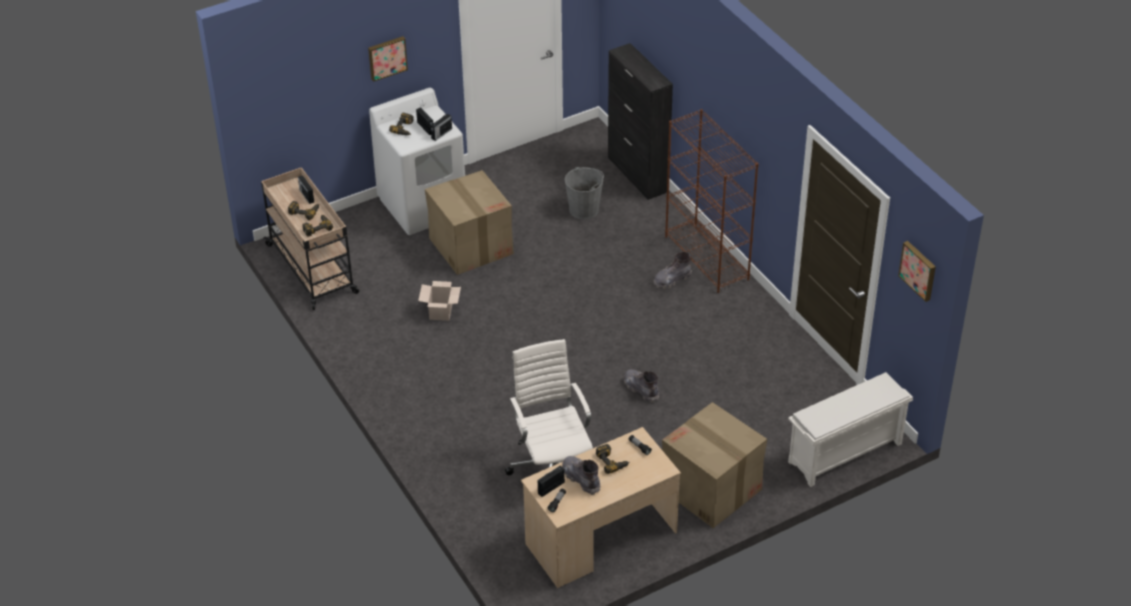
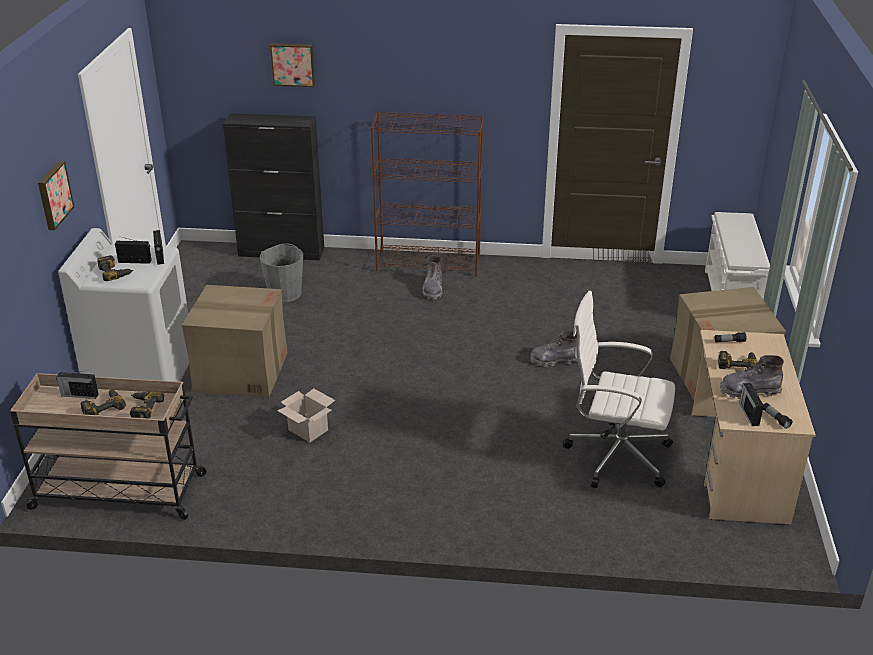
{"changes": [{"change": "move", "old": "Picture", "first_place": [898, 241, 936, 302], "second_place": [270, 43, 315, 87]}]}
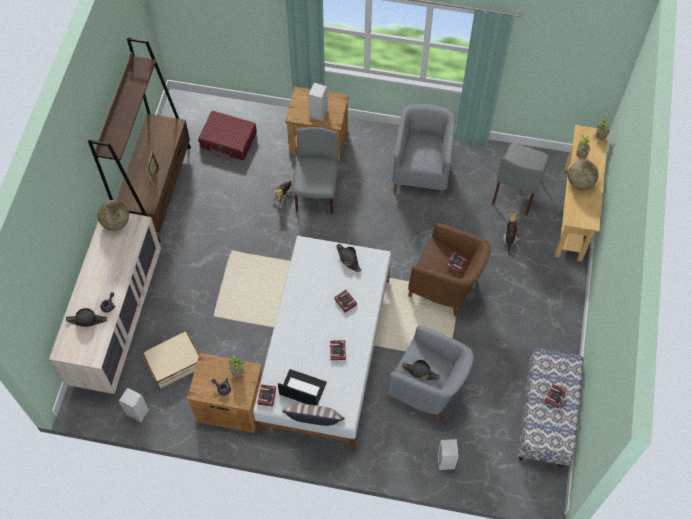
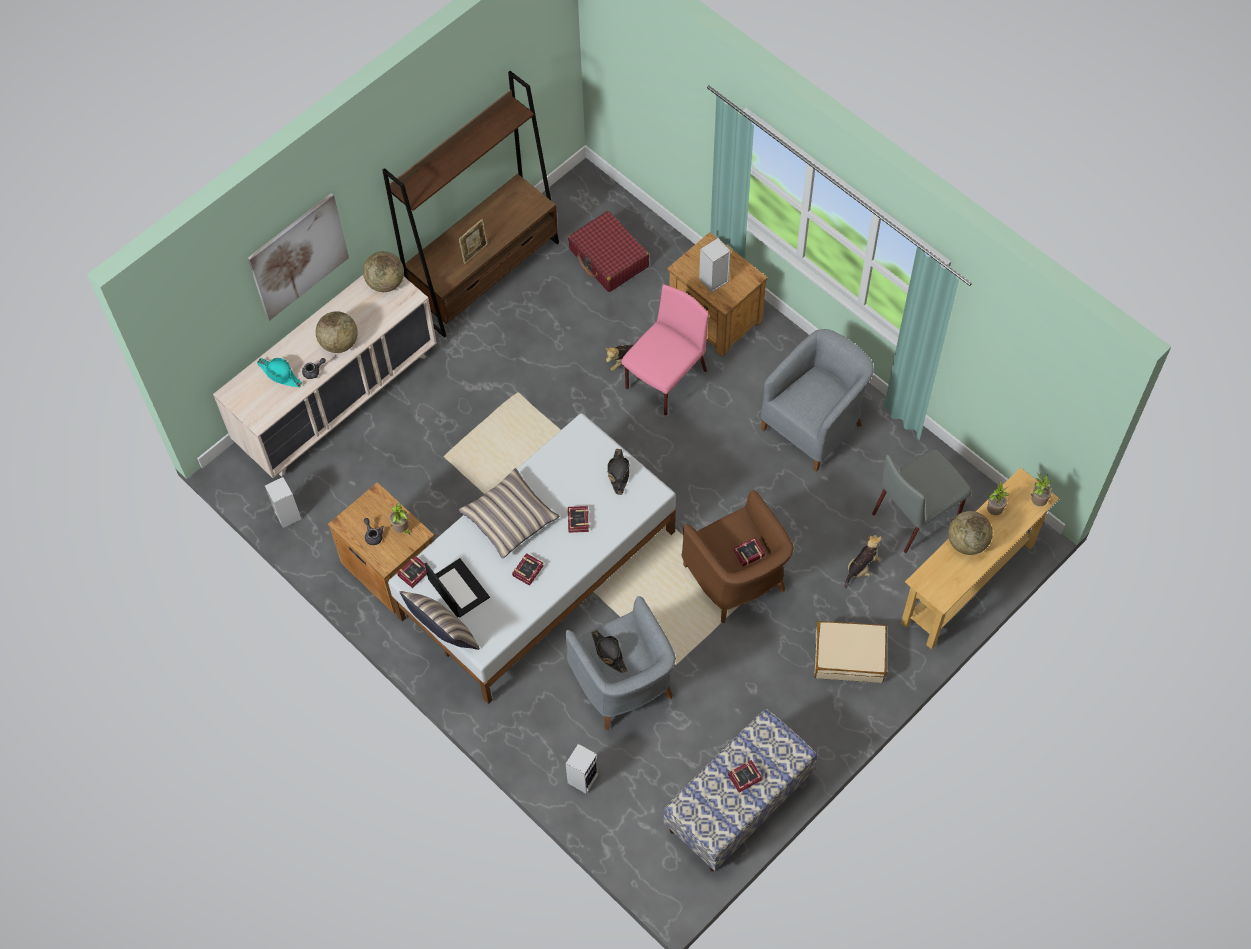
{"changes": [{"change": "recolor", "old": "BlackWearableHat", "new": "TurquoiseWearableHat", "first_place": [66, 308, 107, 327], "second_place": [257, 358, 302, 387]}, {"change": "move", "old": "BeigeTravelCase", "first_place": [142, 331, 199, 389], "second_place": [815, 621, 887, 683]}, {"change": "recolor", "old": "GrayUprightChair", "new": "PinkUprightChair", "first_place": [292, 127, 338, 215], "second_place": [621, 285, 709, 416]}, {"change": "insert", "new": "Picture", "second_place": [248, 193, 349, 321]}, {"change": "insert", "new": "Globe", "second_place": [316, 311, 358, 353]}, {"change": "insert", "new": "Cushion", "second_place": [459, 468, 560, 559]}]}
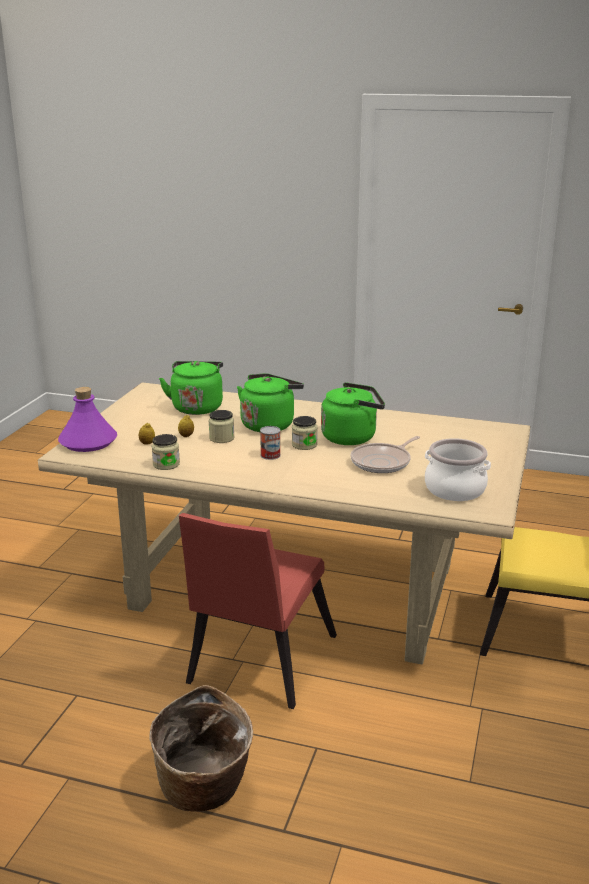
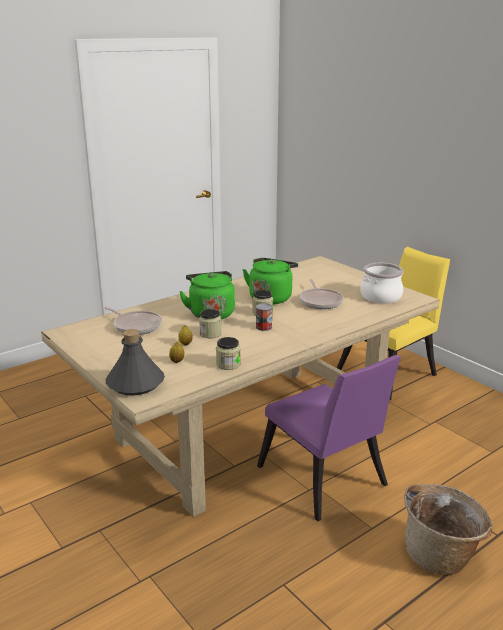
{"changes": [{"change": "recolor", "old": "PurpleBeverageBottle", "new": "GrayBeverageBottle", "first_place": [58, 387, 117, 452], "second_place": [106, 329, 165, 395]}, {"change": "replace", "old": "GreenColouredTeaKettle", "new": "FryingPan", "first_place": [159, 361, 223, 415], "second_place": [104, 307, 162, 335]}, {"change": "recolor", "old": "ReddishUprightChair", "new": "PurpleUprightChair", "first_place": [179, 513, 337, 709], "second_place": [257, 355, 401, 521]}]}
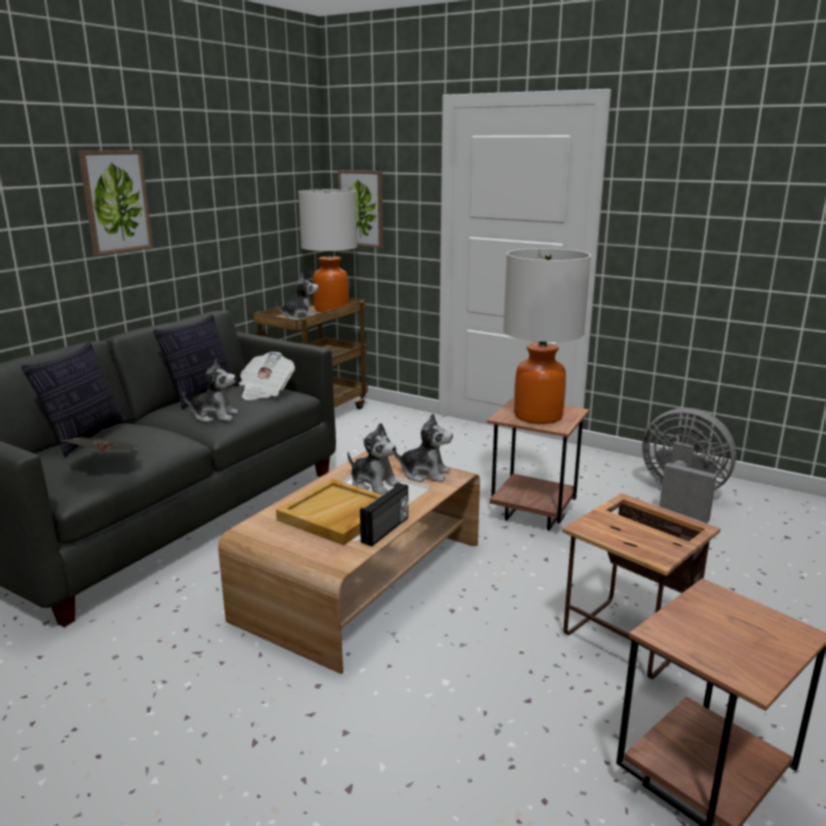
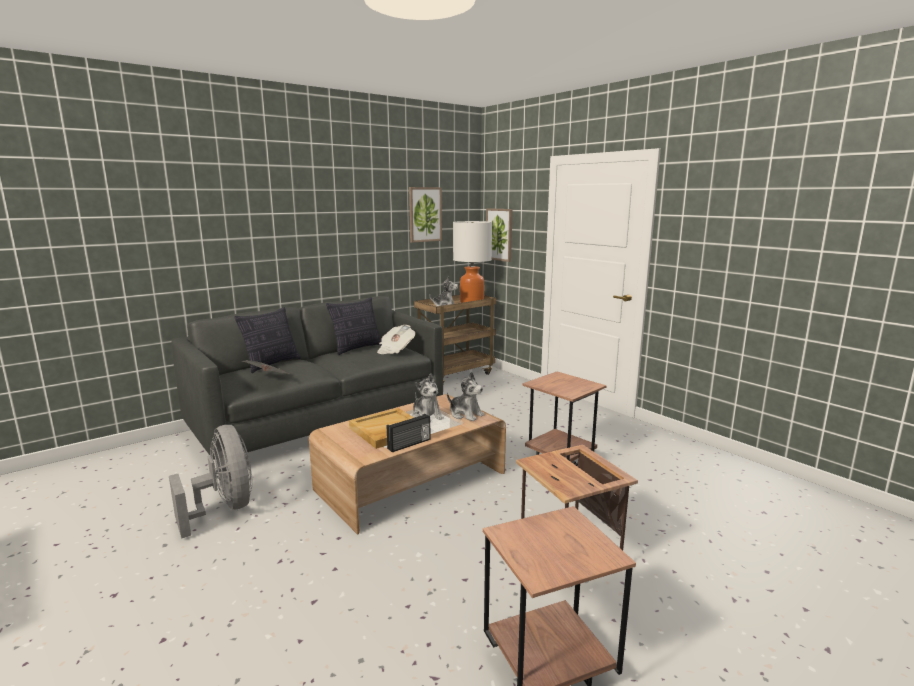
{"changes": [{"change": "move", "old": "Picture", "first_place": [78, 150, 153, 256], "second_place": [409, 187, 442, 243]}, {"change": "delete", "old": "SoftToy", "first_place": [183, 358, 239, 422]}, {"change": "delete", "old": "LampForATable", "first_place": [503, 248, 591, 424]}, {"change": "move", "old": "GrayElectricFan", "first_place": [642, 408, 736, 523], "second_place": [169, 425, 253, 539]}]}
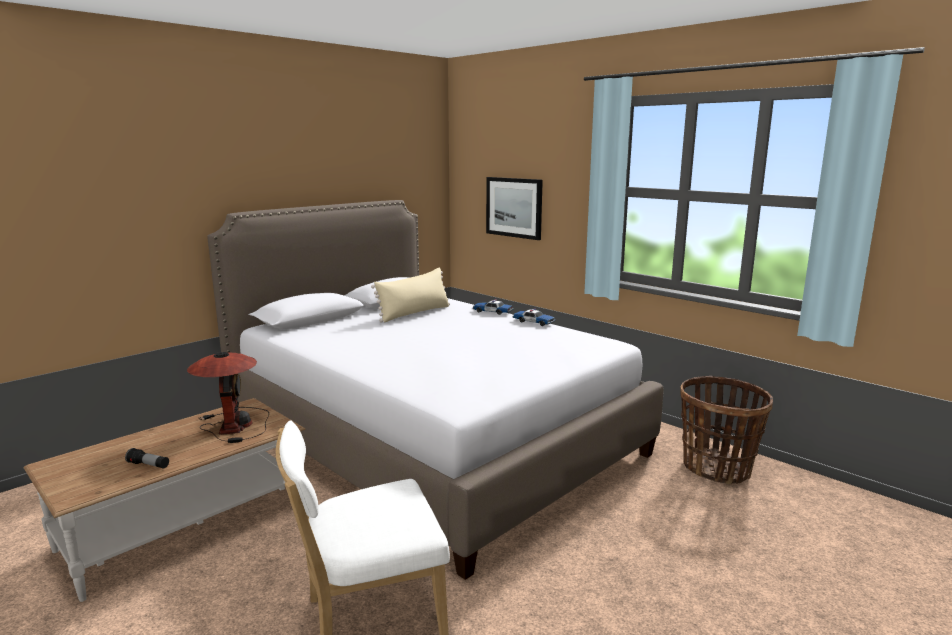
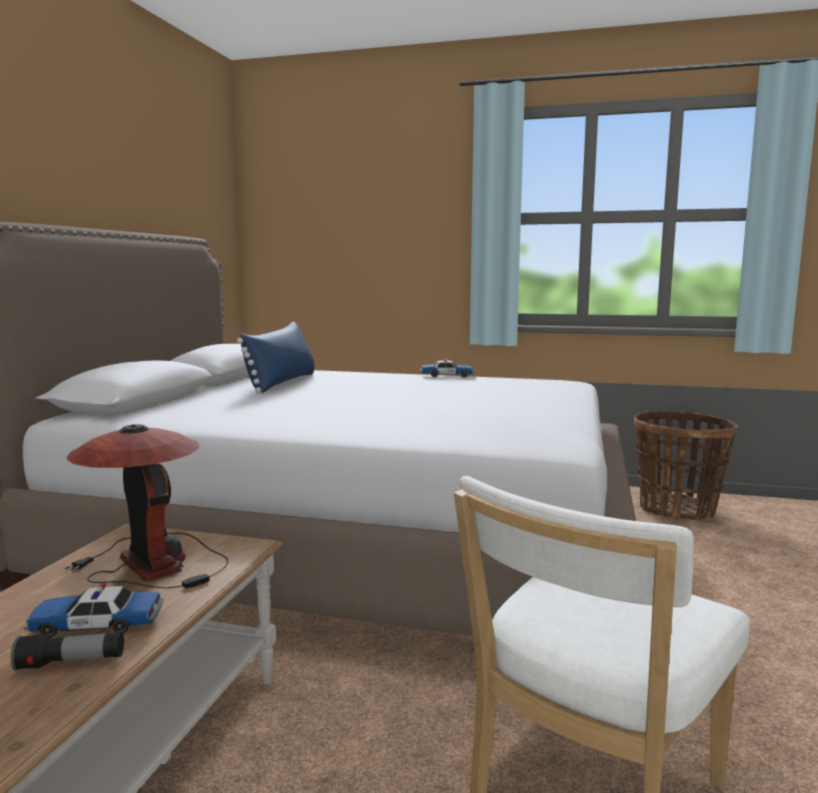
{"changes": [{"change": "recolor", "old": "BeigeCushion", "new": "BlueCushion", "first_place": [371, 268, 450, 323], "second_place": [237, 321, 314, 393]}, {"change": "move", "old": "MiniatureCar", "first_place": [472, 299, 514, 315], "second_place": [24, 583, 164, 638]}, {"change": "delete", "old": "Picture", "first_place": [486, 177, 543, 240]}]}
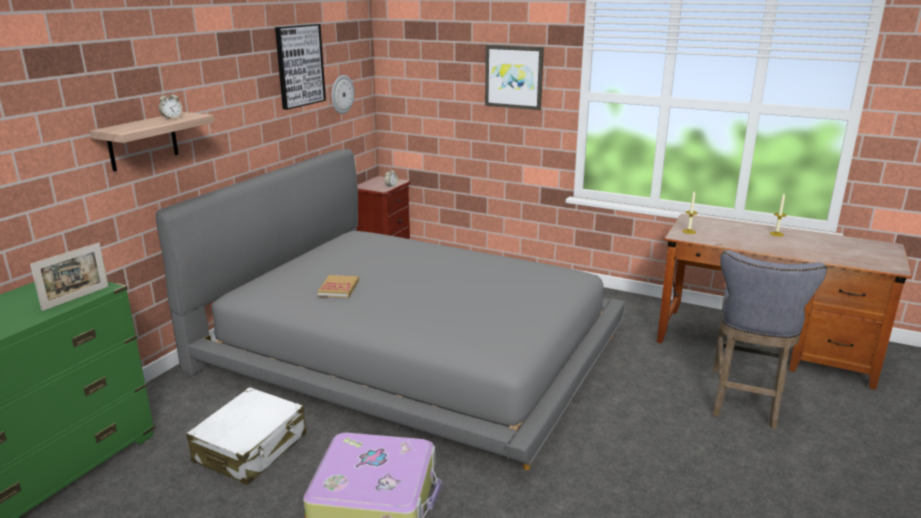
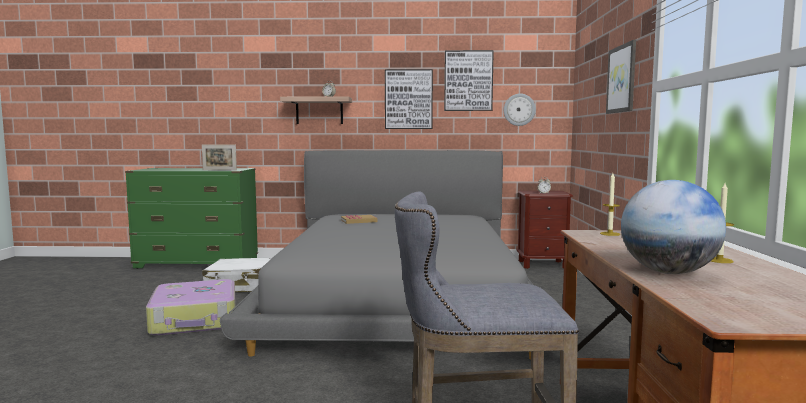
{"changes": [{"change": "insert", "new": "Picture", "second_place": [385, 69, 433, 129]}, {"change": "insert", "new": "Globe", "second_place": [621, 180, 726, 274]}]}
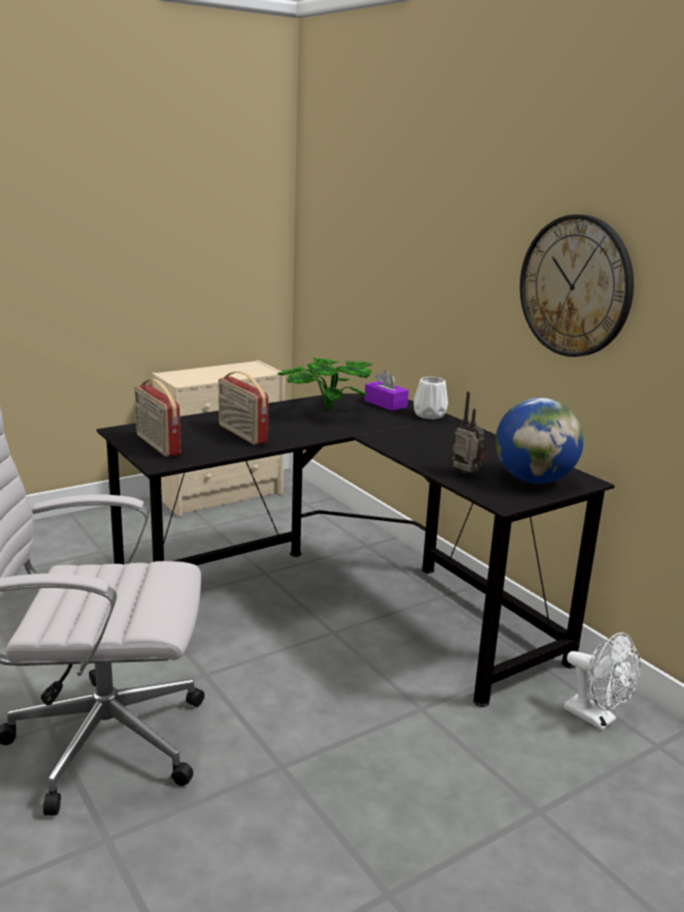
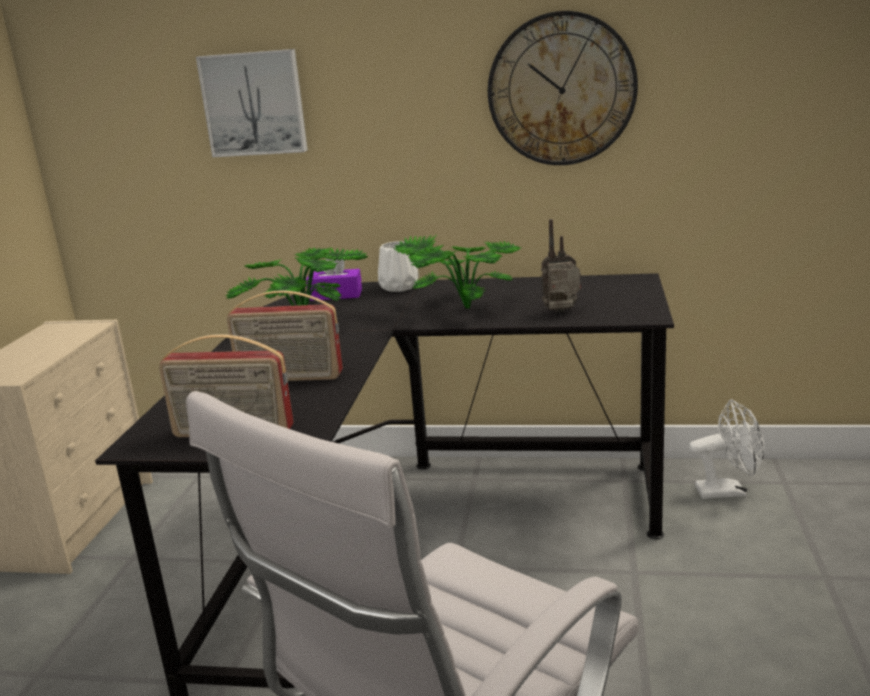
{"changes": [{"change": "delete", "old": "Globe", "first_place": [495, 398, 584, 484]}, {"change": "insert", "new": "Picture", "second_place": [196, 49, 308, 157]}, {"change": "insert", "new": "PlantInAPot", "second_place": [393, 235, 521, 308]}]}
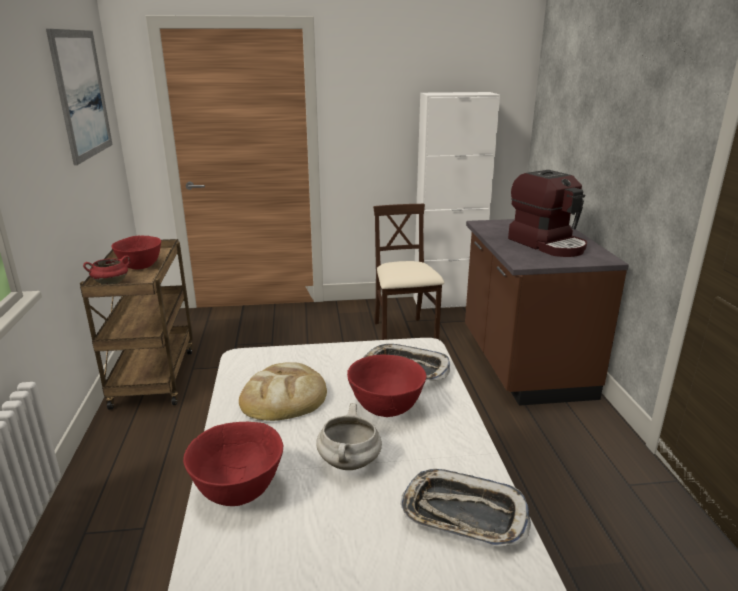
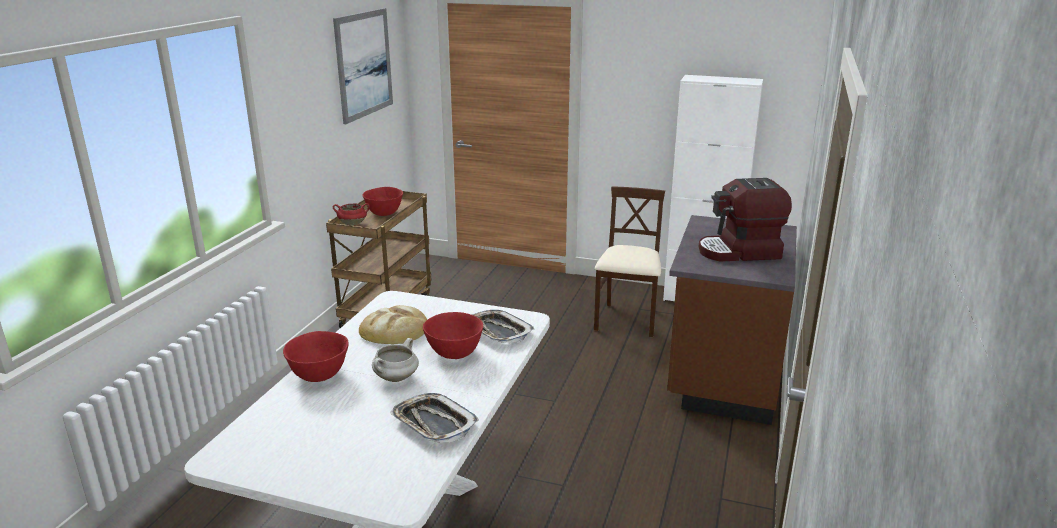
{"changes": [{"change": "rotate", "old": "CoffeeMachine", "first_place": [508, 170, 587, 257], "second_place": [699, 178, 792, 262], "degrees": 90}]}
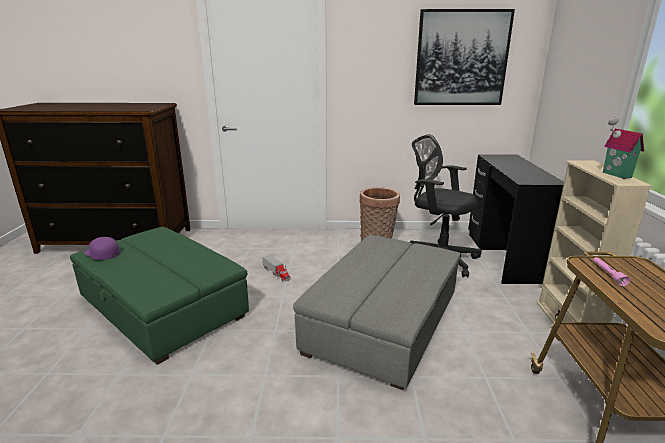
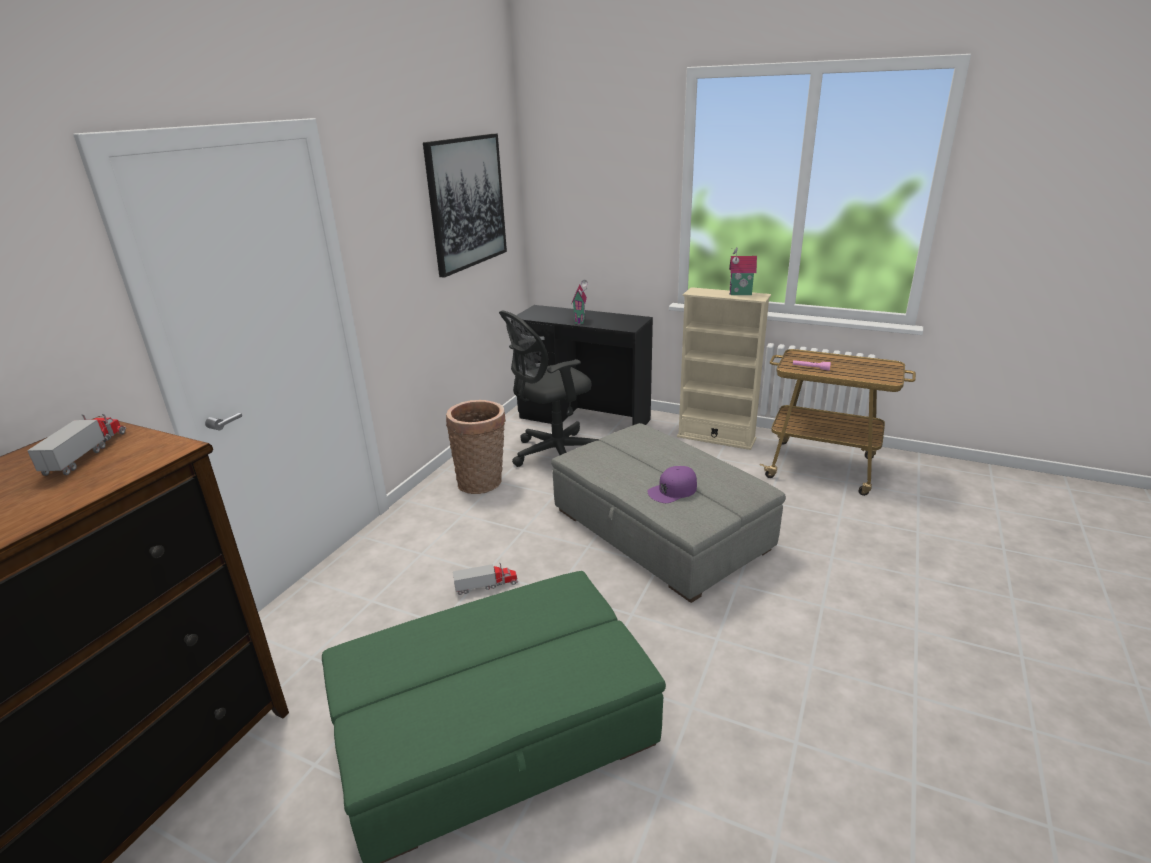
{"changes": [{"change": "move", "old": "PurpleCap", "first_place": [84, 237, 120, 260], "second_place": [648, 466, 697, 503]}, {"change": "insert", "new": "ToyTruck", "second_place": [27, 414, 126, 476]}, {"change": "insert", "new": "ModelHouse", "second_place": [572, 280, 588, 324]}]}
